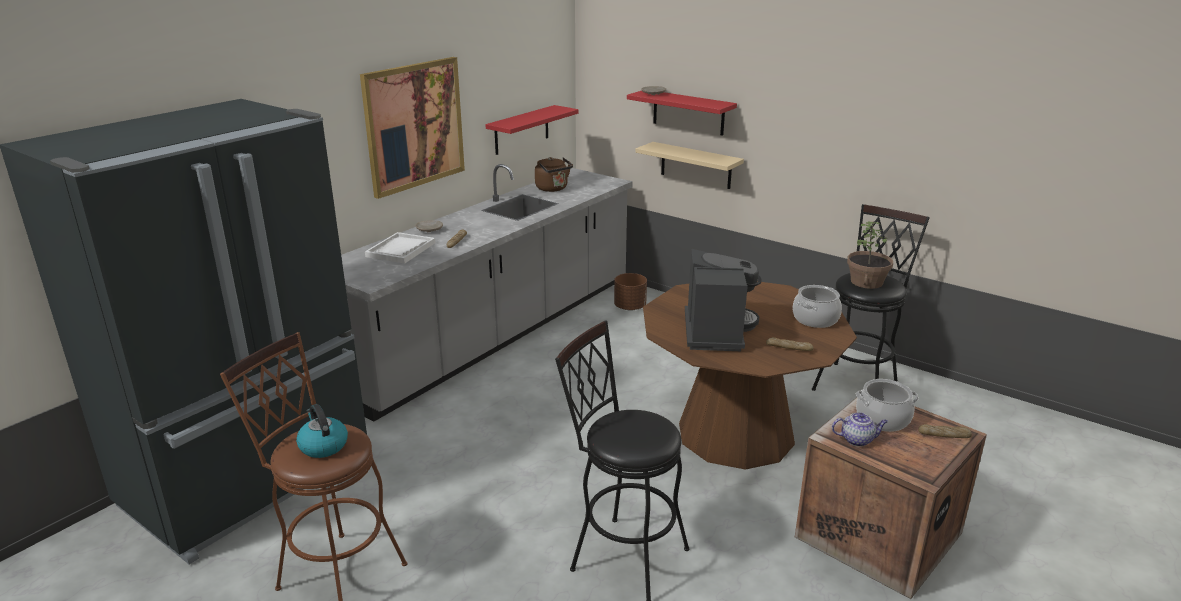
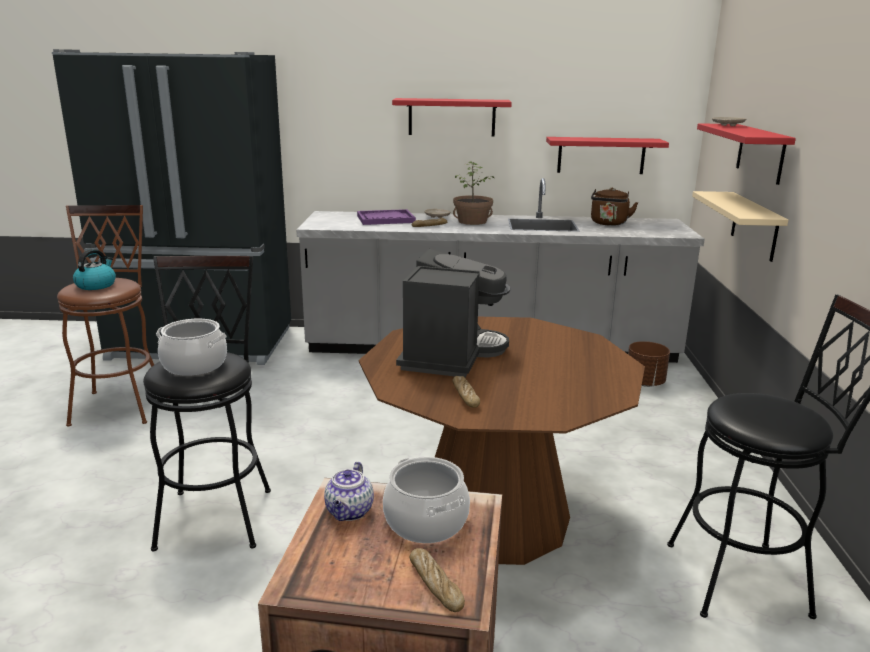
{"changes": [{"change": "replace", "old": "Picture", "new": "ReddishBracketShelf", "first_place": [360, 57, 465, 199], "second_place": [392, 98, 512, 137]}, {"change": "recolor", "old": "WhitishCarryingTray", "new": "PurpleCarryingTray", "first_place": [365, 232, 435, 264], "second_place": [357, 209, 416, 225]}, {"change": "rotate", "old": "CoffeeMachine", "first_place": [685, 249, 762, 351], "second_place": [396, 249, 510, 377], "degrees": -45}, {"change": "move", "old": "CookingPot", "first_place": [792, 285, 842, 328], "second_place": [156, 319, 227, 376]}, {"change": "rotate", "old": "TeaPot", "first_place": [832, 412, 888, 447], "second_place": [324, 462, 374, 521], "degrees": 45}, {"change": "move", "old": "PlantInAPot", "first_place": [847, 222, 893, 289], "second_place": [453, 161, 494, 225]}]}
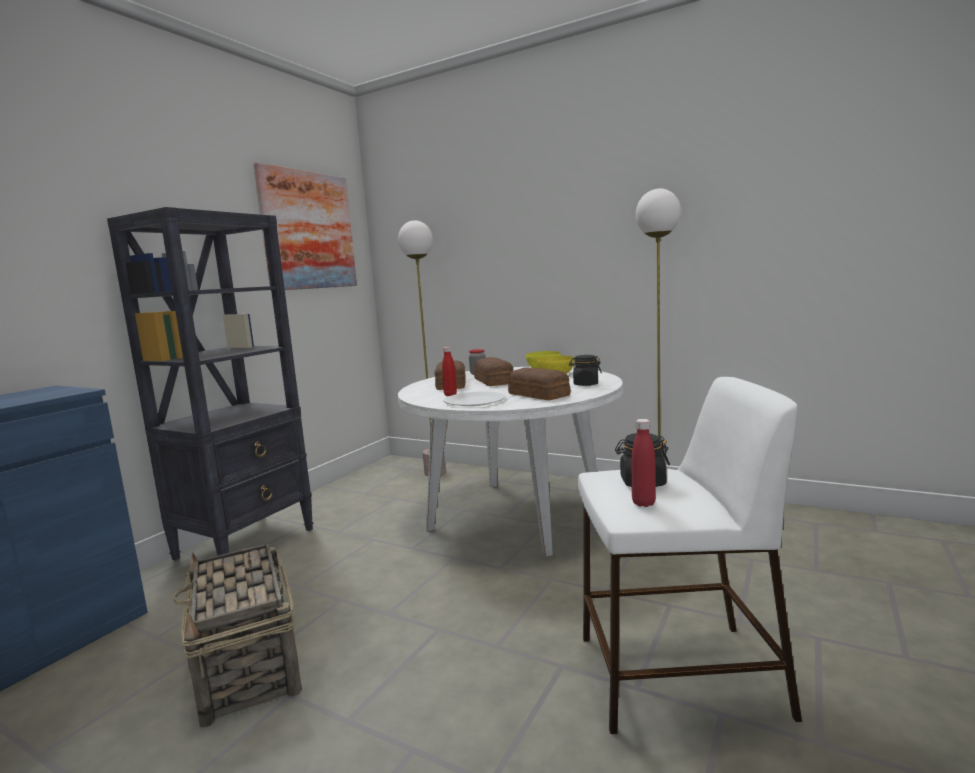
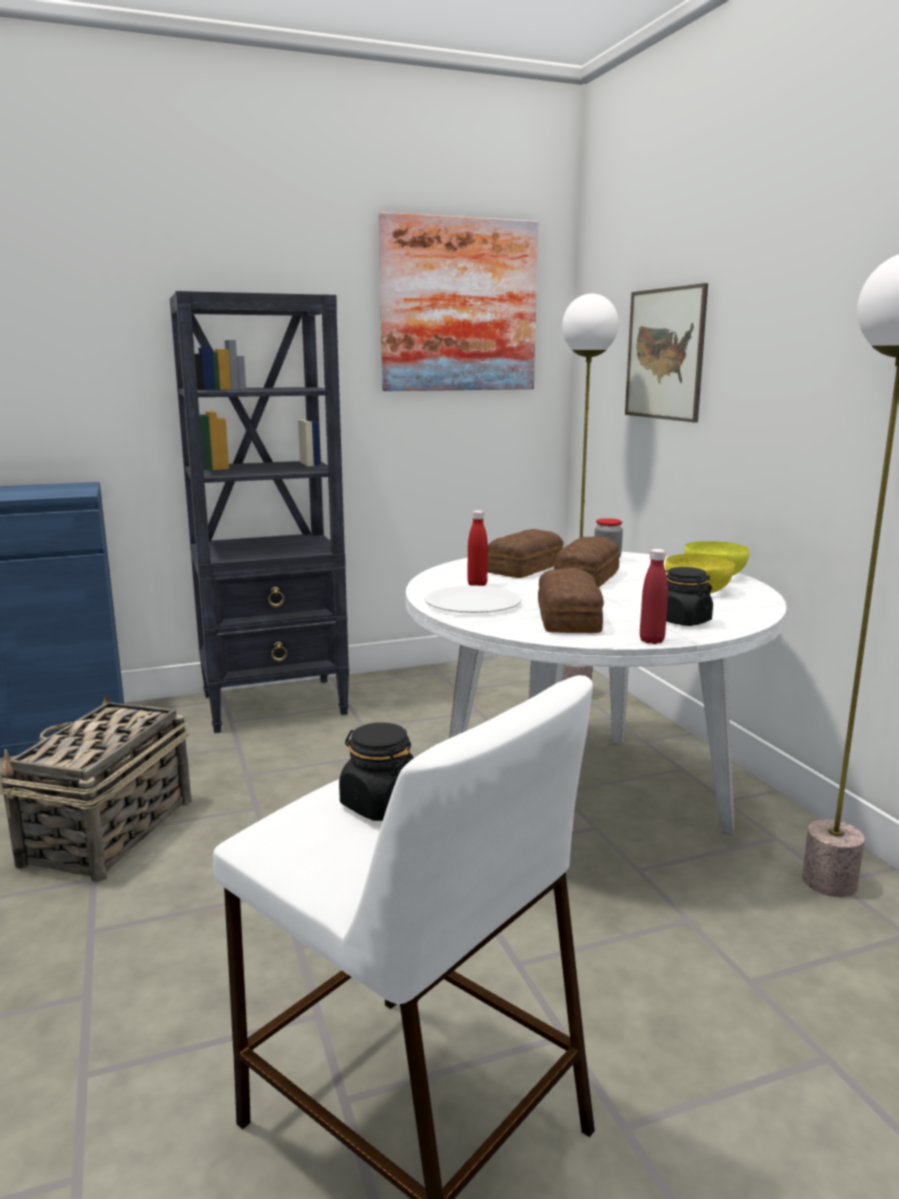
{"changes": [{"change": "move", "old": "ReddishBeverageBottle", "first_place": [631, 419, 656, 507], "second_place": [640, 549, 668, 644]}, {"change": "insert", "new": "Picture", "second_place": [625, 283, 708, 423]}]}
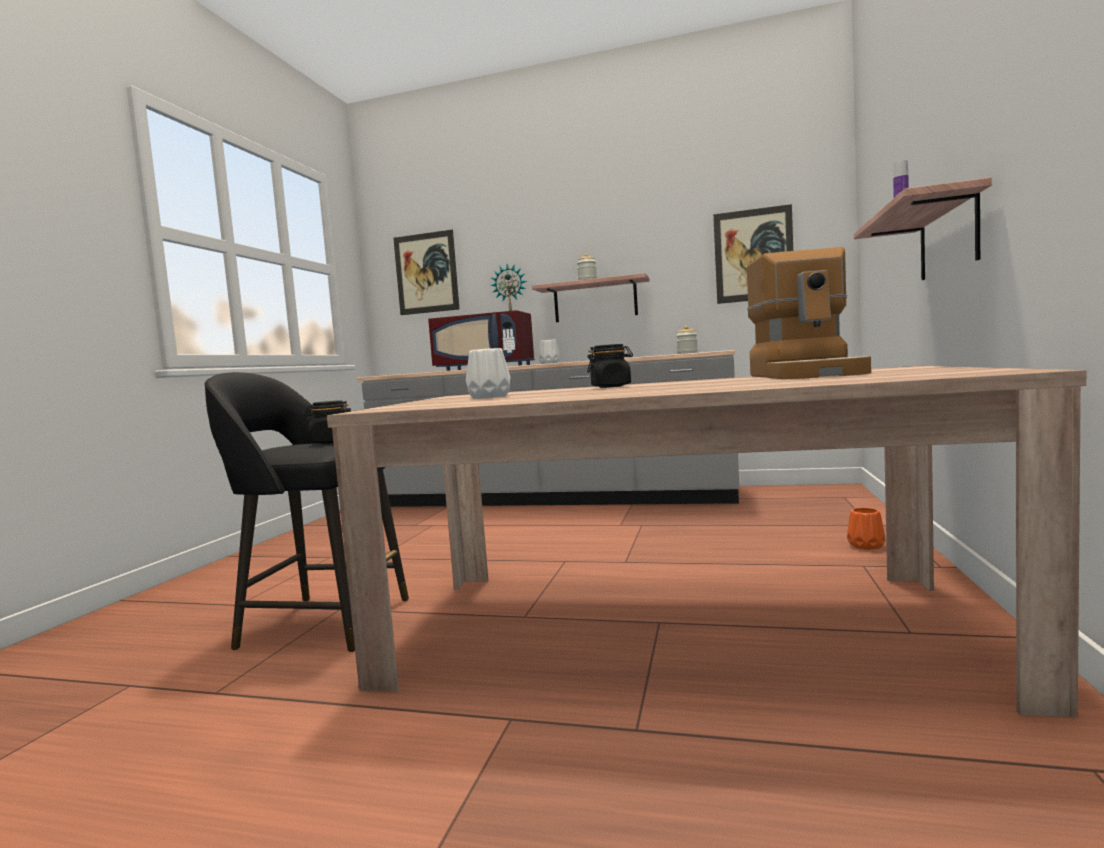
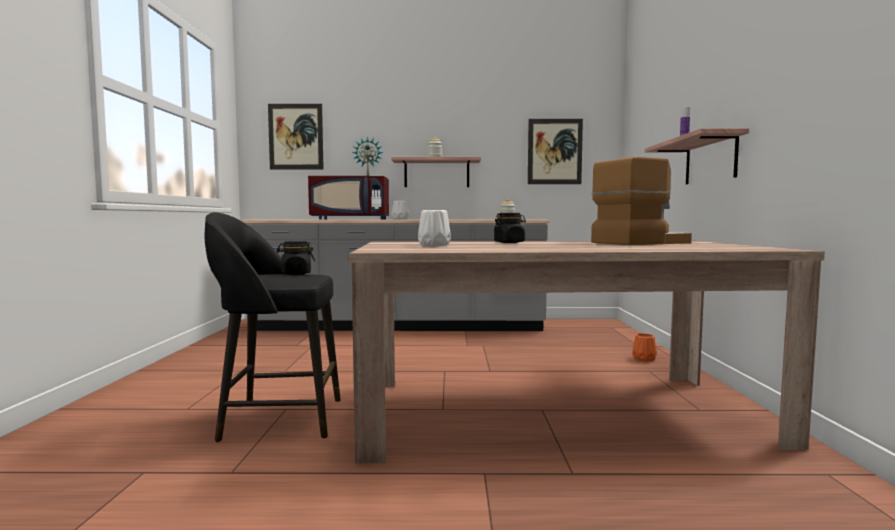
{"changes": [{"change": "rotate", "old": "CoffeeMachine", "first_place": [747, 247, 871, 379], "second_place": [591, 157, 692, 245], "degrees": -105}]}
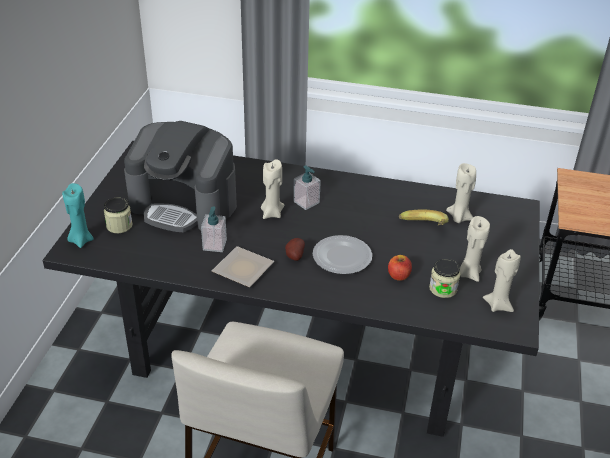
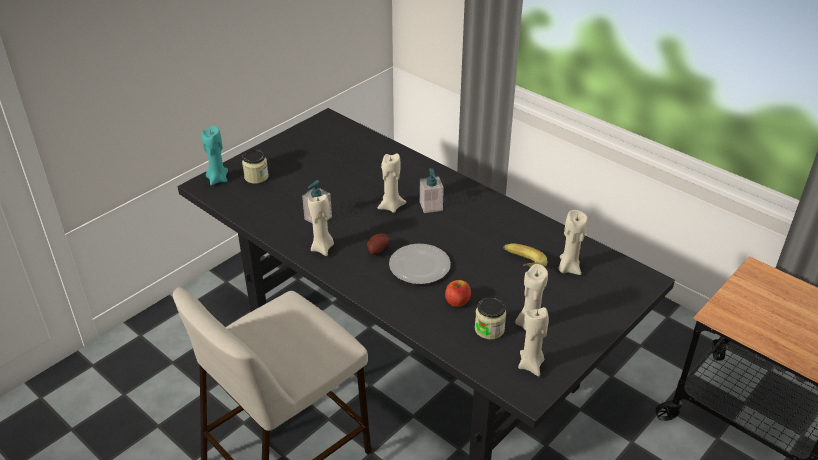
{"changes": [{"change": "delete", "old": "CoffeeMachine", "first_place": [124, 121, 237, 233]}, {"change": "replace", "old": "FlatDish", "new": "BeigeWaxCandle", "first_place": [212, 246, 274, 287], "second_place": [308, 194, 334, 256]}]}
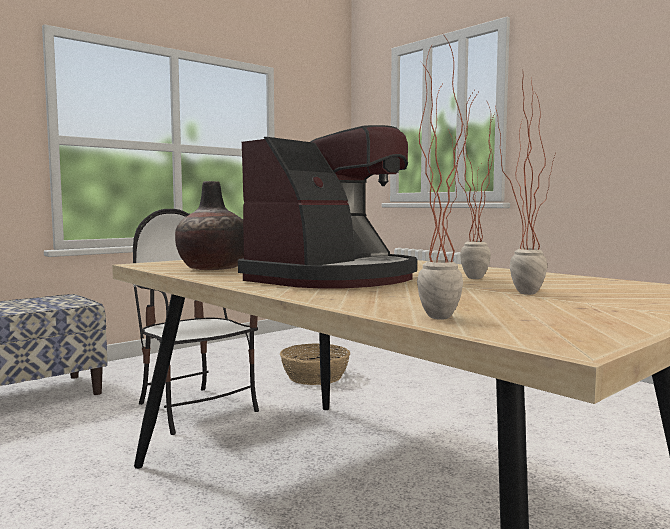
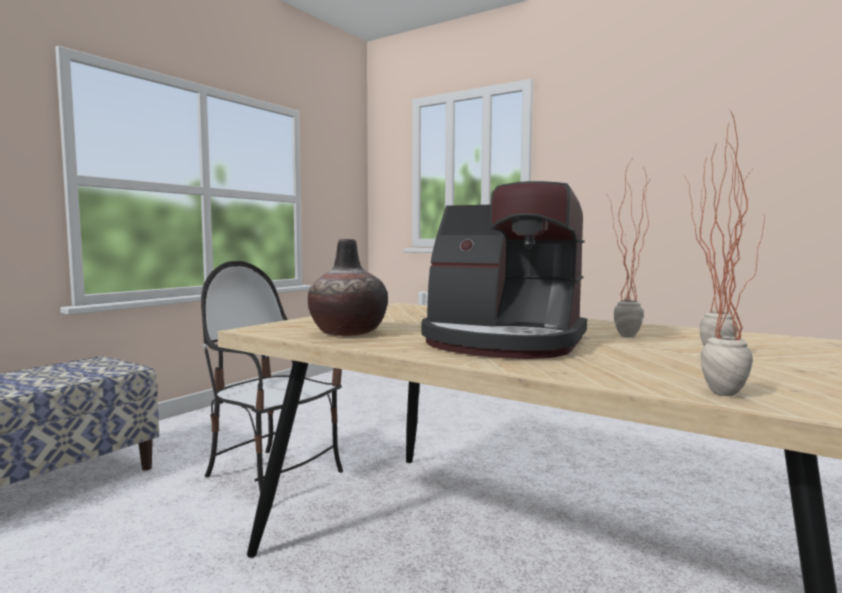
{"changes": [{"change": "rotate", "old": "CoffeeMachine", "first_place": [238, 125, 417, 288], "second_place": [421, 181, 587, 359], "degrees": 90}, {"change": "delete", "old": "Basket", "first_place": [280, 344, 350, 385]}]}
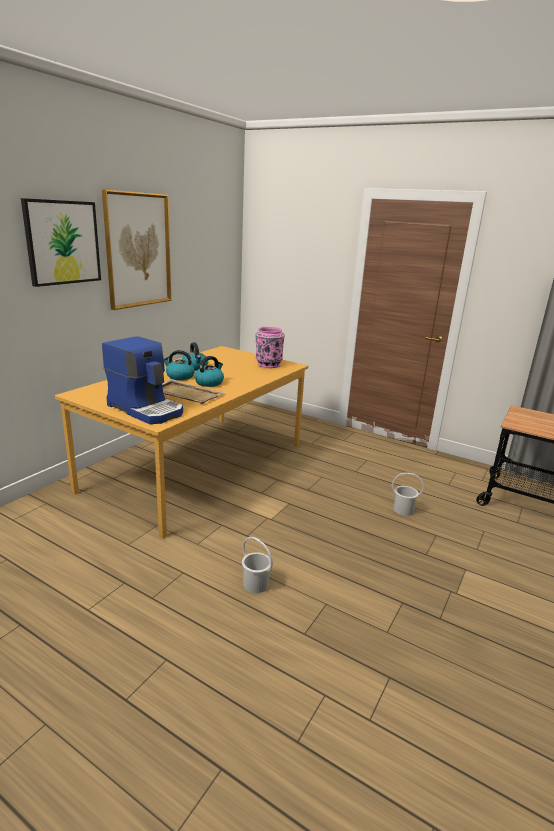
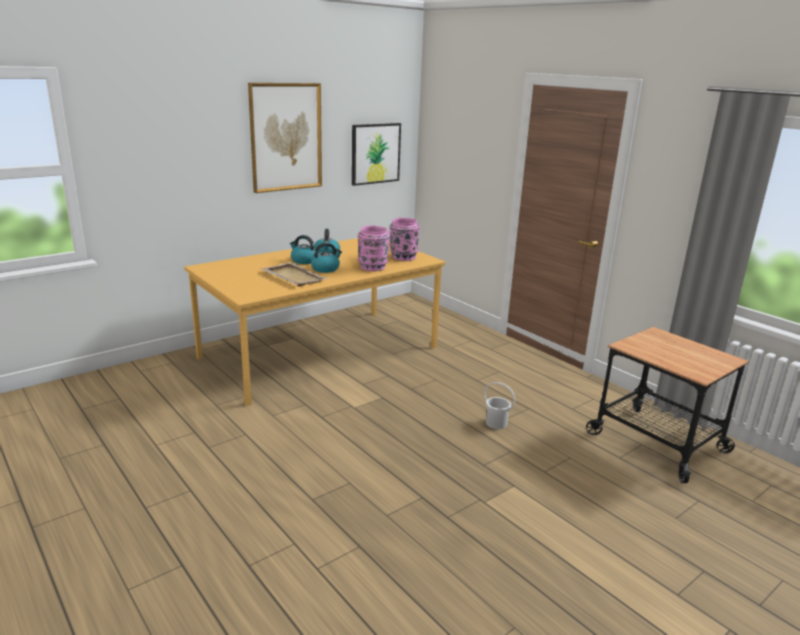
{"changes": [{"change": "move", "old": "Picture", "first_place": [21, 198, 101, 287], "second_place": [352, 123, 401, 186]}, {"change": "delete", "old": "CoffeeMachine", "first_place": [102, 336, 183, 424]}, {"change": "delete", "old": "WhitishWaterBucket", "first_place": [242, 537, 273, 593]}, {"change": "insert", "new": "PinkFlowerVase", "second_place": [358, 226, 390, 271]}]}
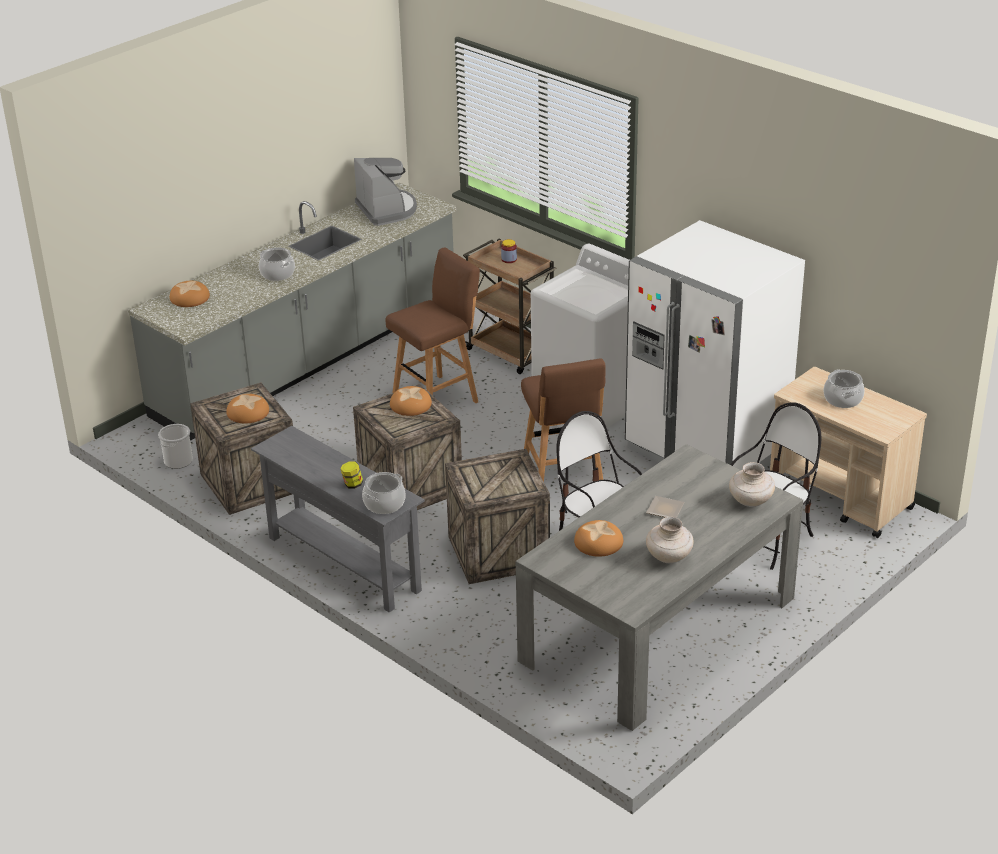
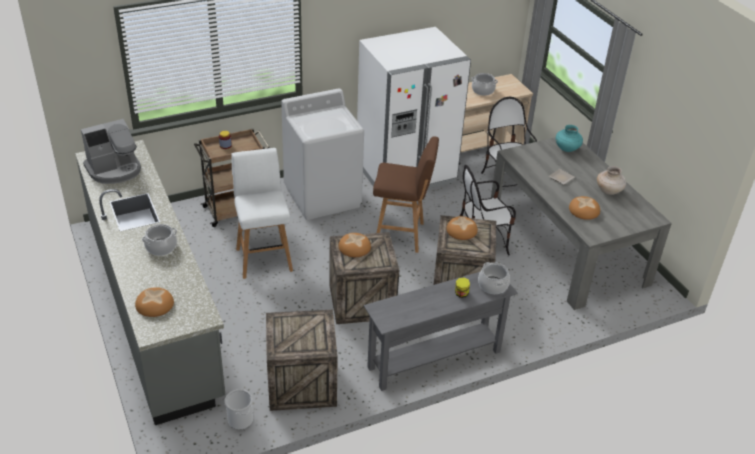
{"changes": [{"change": "move", "old": "BakedBread", "first_place": [226, 394, 269, 423], "second_place": [446, 216, 478, 240]}, {"change": "rotate", "old": "CoffeeMachine", "first_place": [354, 158, 417, 226], "second_place": [81, 119, 141, 184], "degrees": 150}, {"change": "recolor", "old": "BrownStool", "new": "WhitishStool", "first_place": [385, 247, 480, 403], "second_place": [231, 148, 293, 279]}, {"change": "recolor", "old": "BeigeFlowerVase", "new": "TurquoiseFlowerVase", "first_place": [729, 462, 775, 507], "second_place": [555, 125, 583, 152]}]}
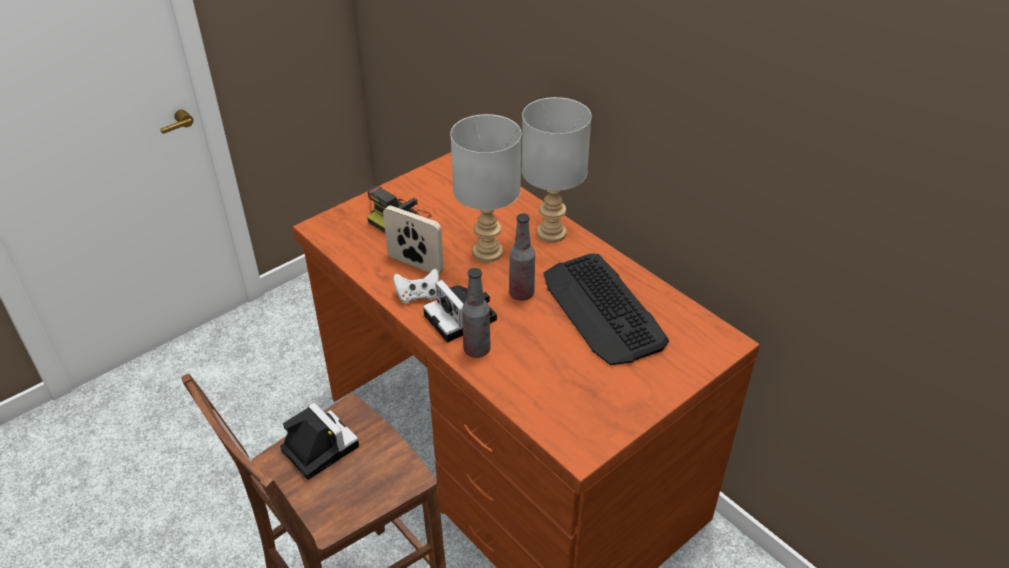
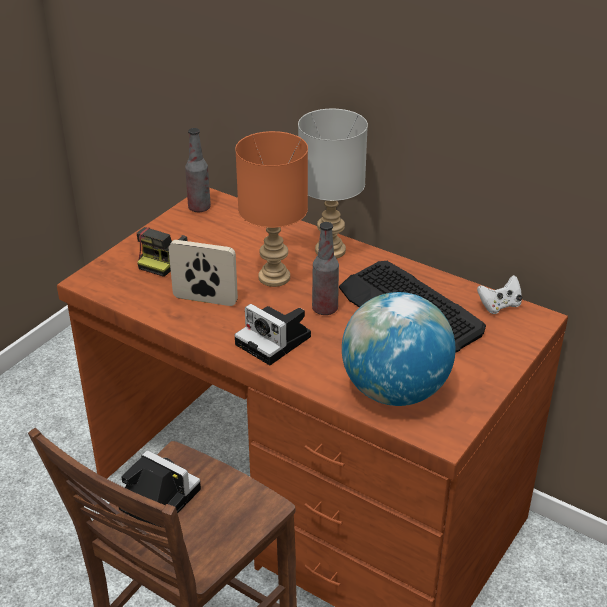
{"changes": [{"change": "move", "old": "WhitishGamepad", "first_place": [393, 269, 439, 303], "second_place": [477, 275, 522, 314]}, {"change": "recolor", "old": "GrayLampForATable", "new": "OrangeColouredLampForATable", "first_place": [450, 114, 521, 262], "second_place": [235, 131, 308, 287]}, {"change": "move", "old": "BeverageBottle", "first_place": [462, 268, 490, 358], "second_place": [185, 128, 211, 212]}, {"change": "insert", "new": "Globe", "second_place": [342, 292, 455, 406]}]}
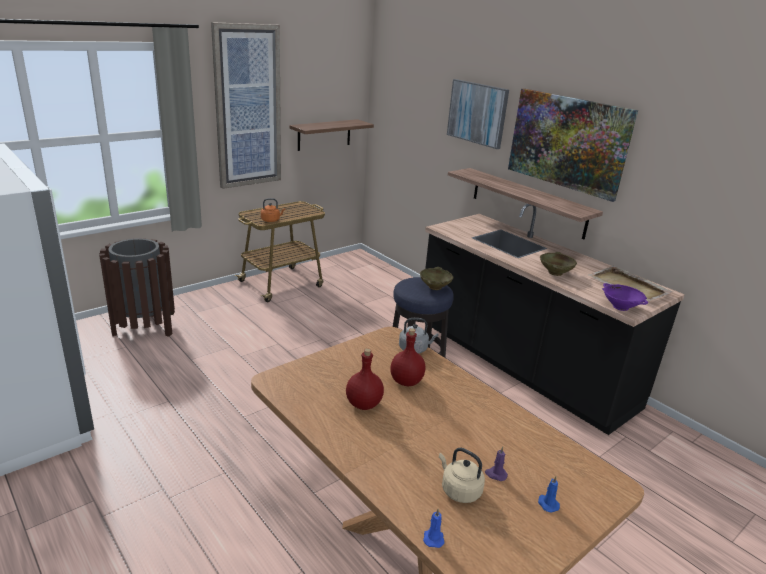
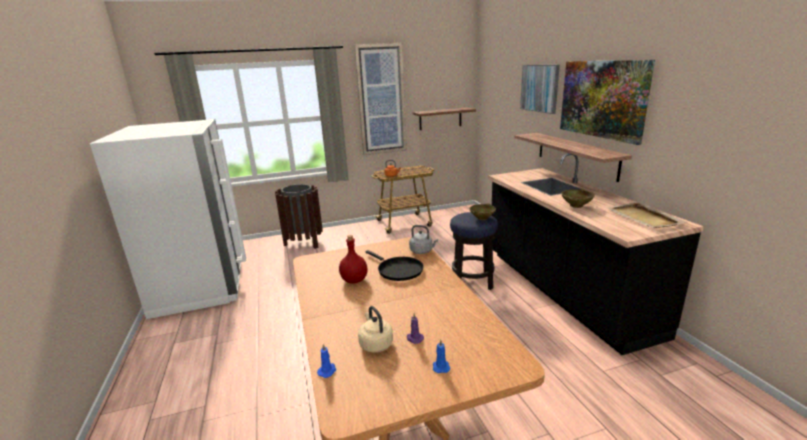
{"changes": [{"change": "replace", "old": "ReddishBeverageBottle", "new": "BlackFryingPan", "first_place": [390, 328, 425, 386], "second_place": [366, 250, 424, 281]}, {"change": "delete", "old": "PurpleBowl", "first_place": [602, 283, 648, 311]}]}
